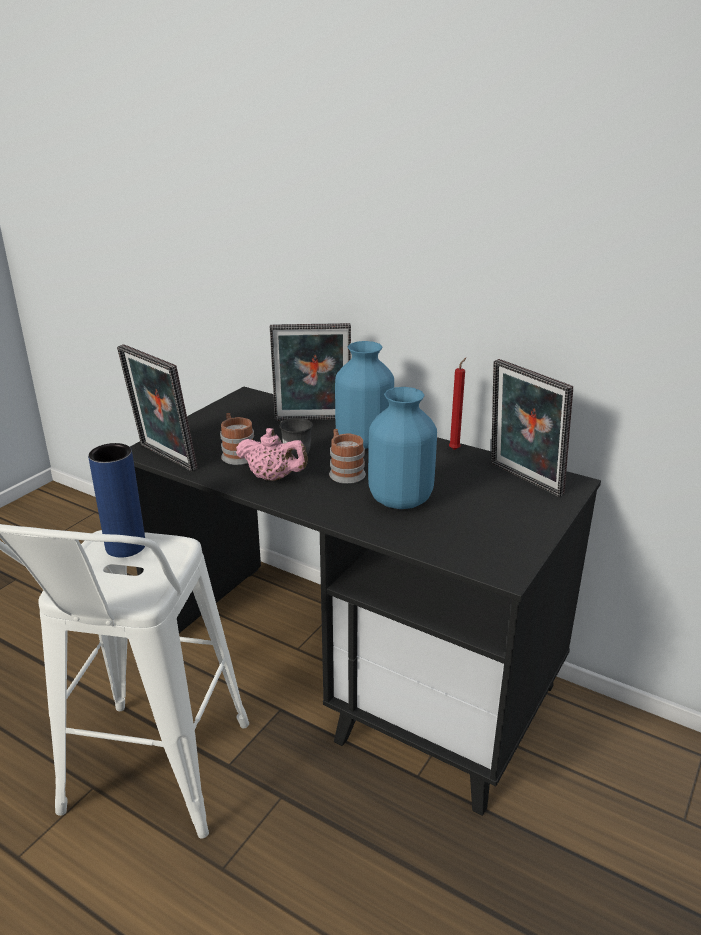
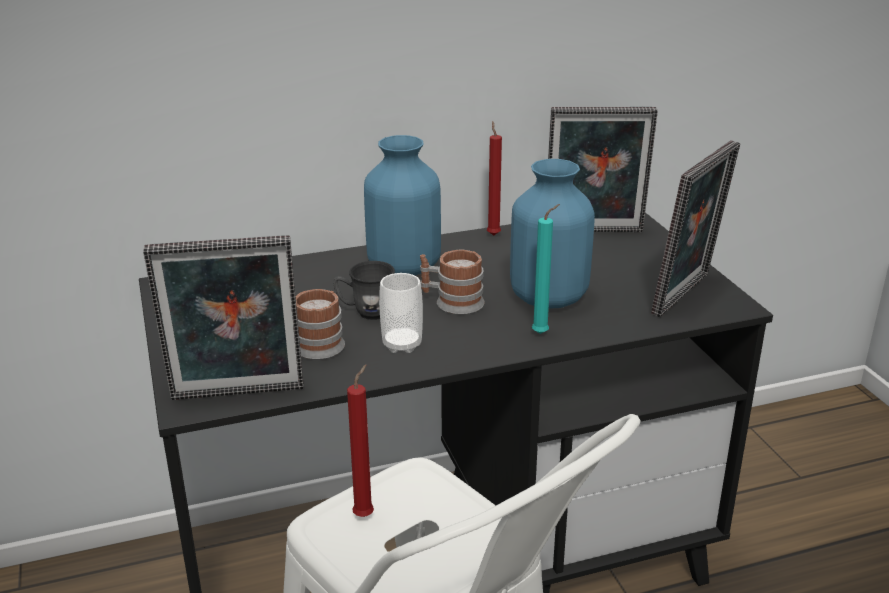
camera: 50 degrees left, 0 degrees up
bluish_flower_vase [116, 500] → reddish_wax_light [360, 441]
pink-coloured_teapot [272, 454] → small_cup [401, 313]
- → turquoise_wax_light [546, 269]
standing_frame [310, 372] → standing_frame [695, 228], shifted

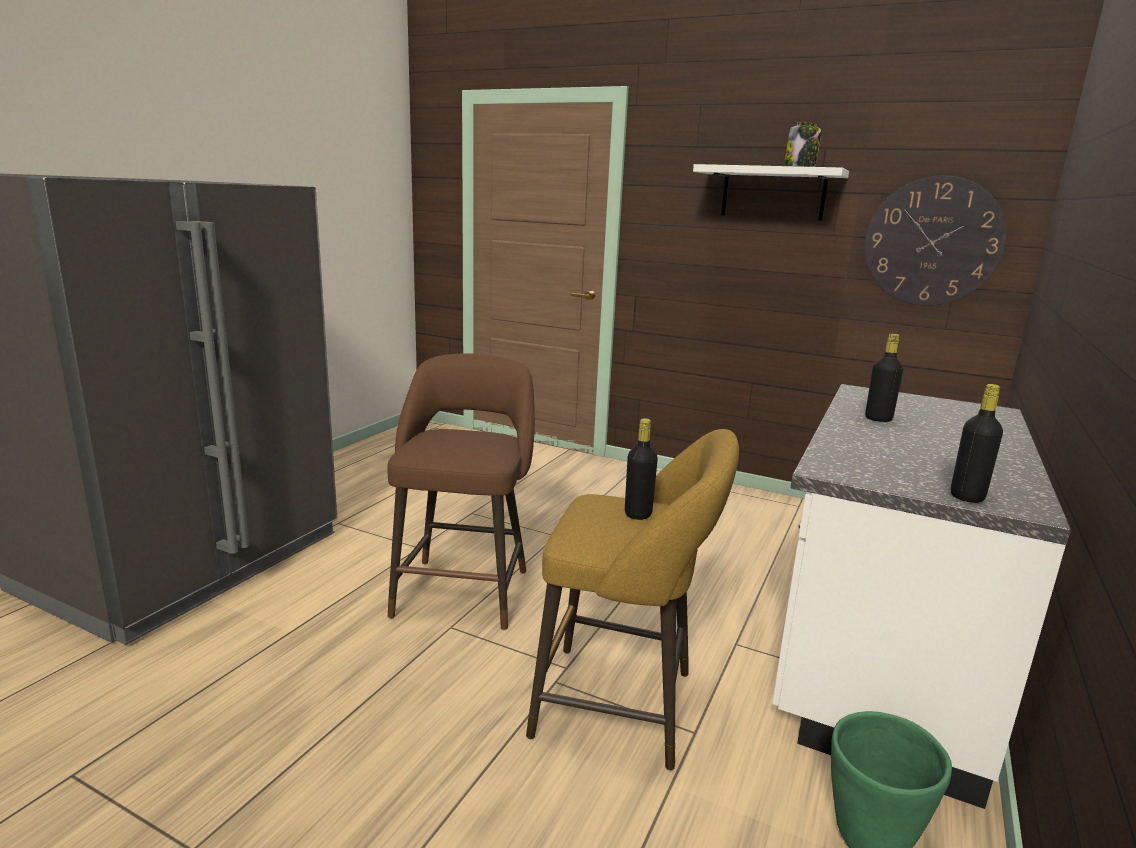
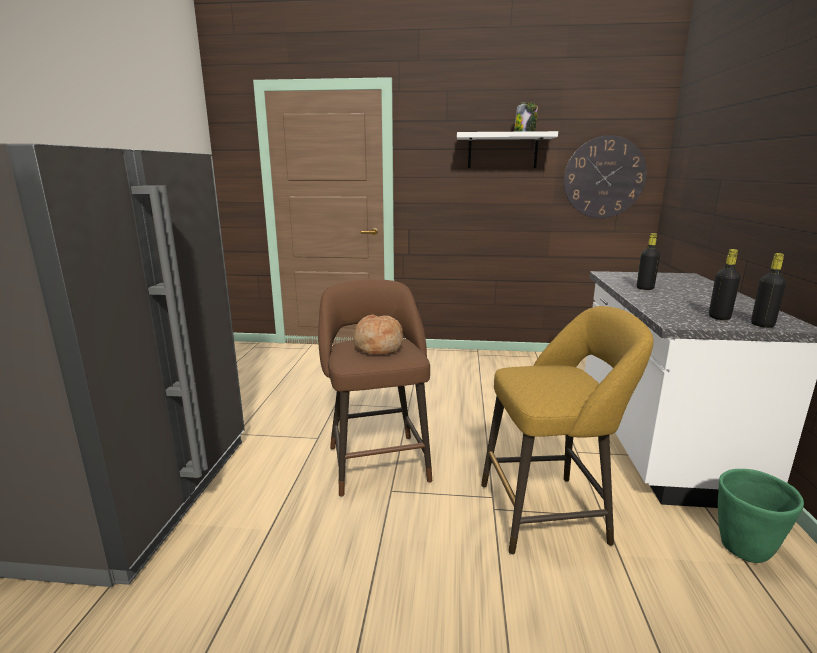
camera: 20 degrees left, 0 degrees up
- → bakery_bread [378, 334]
black-coloured_bottle [641, 469] → black-coloured_bottle [725, 284], shifted

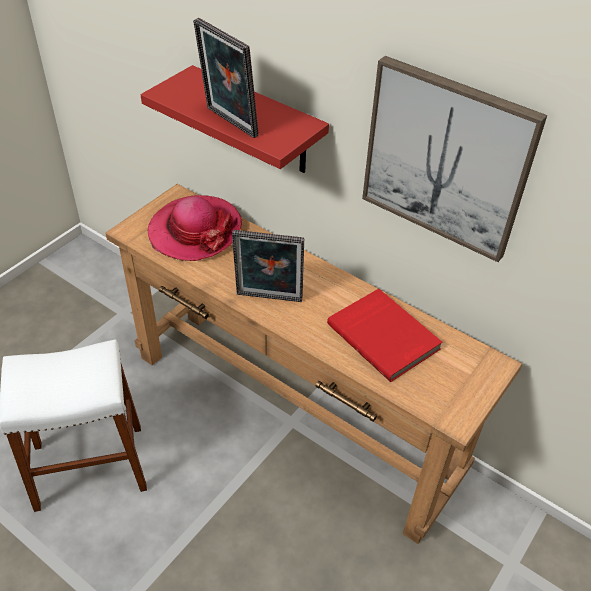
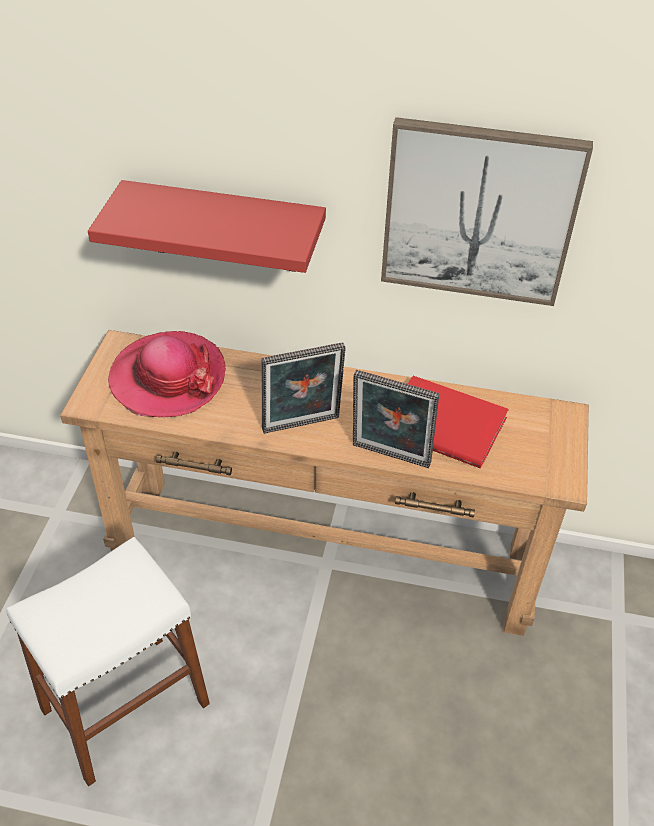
camera: 25 degrees left, 0 degrees up
standing_frame [226, 78] → standing_frame [396, 419], shifted

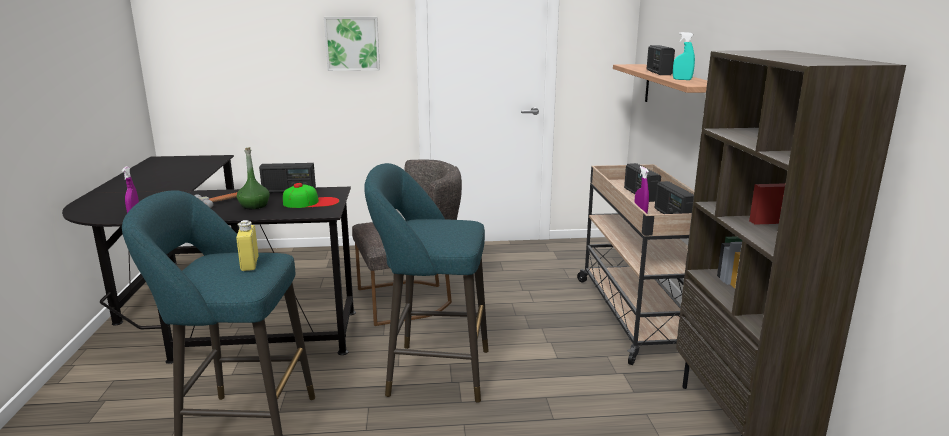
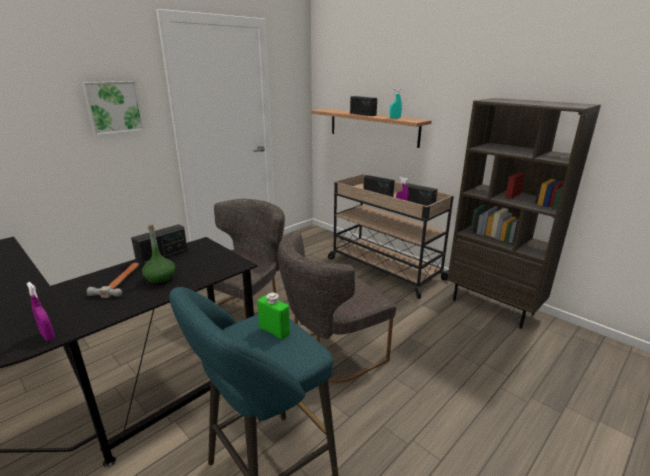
camera: 40 degrees left, 5 degrees up
yellow-coloured_bottle [247, 245] → greenish_bottle [273, 316]
turquoise_sitting_stool [426, 283] → grey_chair [337, 306]
cap [311, 195] → -

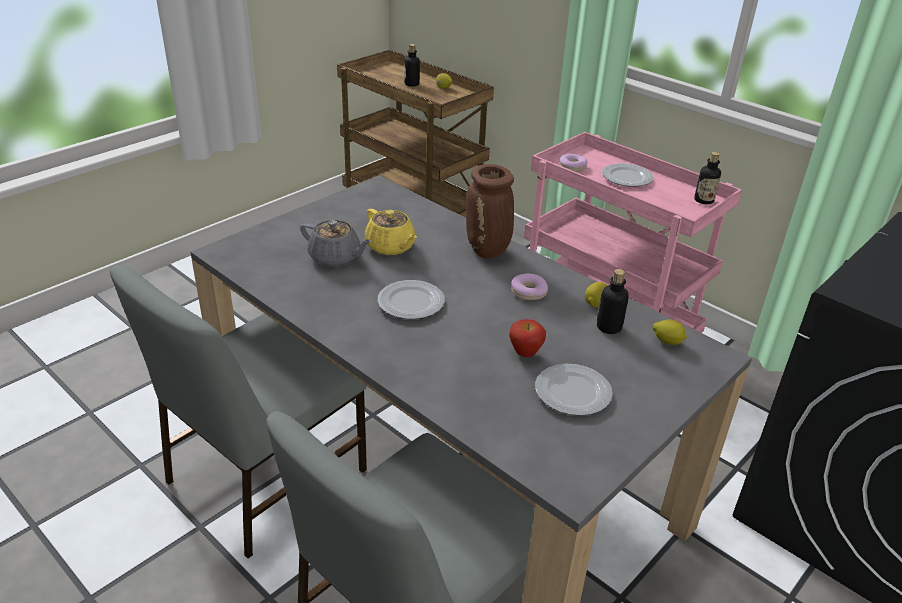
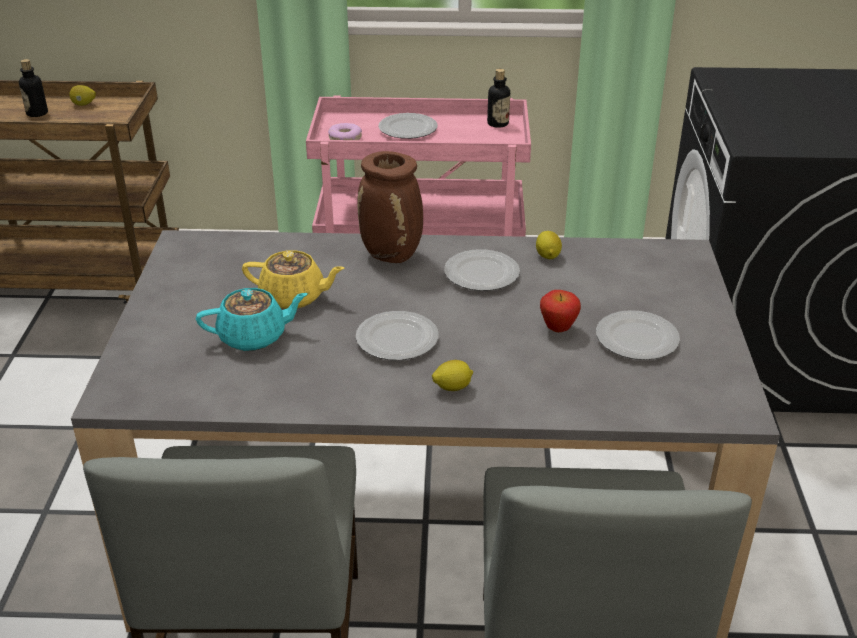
camera: 40 degrees left, 0 degrees up
grey_teapot [336, 243] → turquoise_teapot [252, 319]
citrus_fruit [670, 332] → citrus_fruit [452, 375], shifted
donut [529, 286] → plate [482, 270]
bottle [613, 301] → -

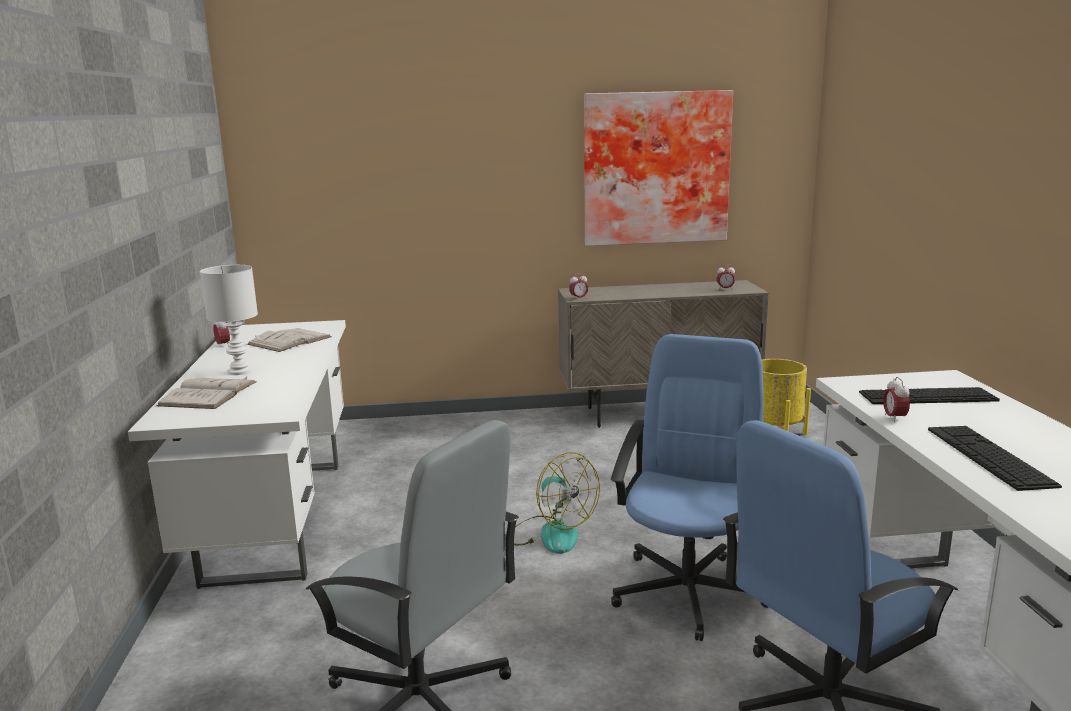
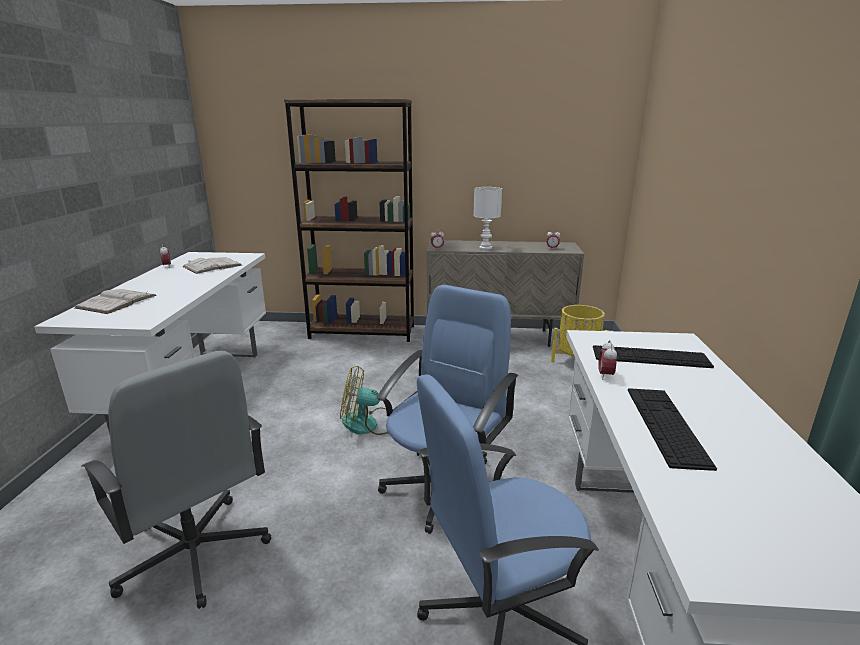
camera: 10 degrees right, 5 degrees up
- → brown_shelving_unit [349, 220]
electric_fan [557, 503] → electric_fan [364, 400], 120 degrees clockwise
white_table_lamp [229, 320] → white_table_lamp [487, 218], shifted
wall_art [658, 168] → -

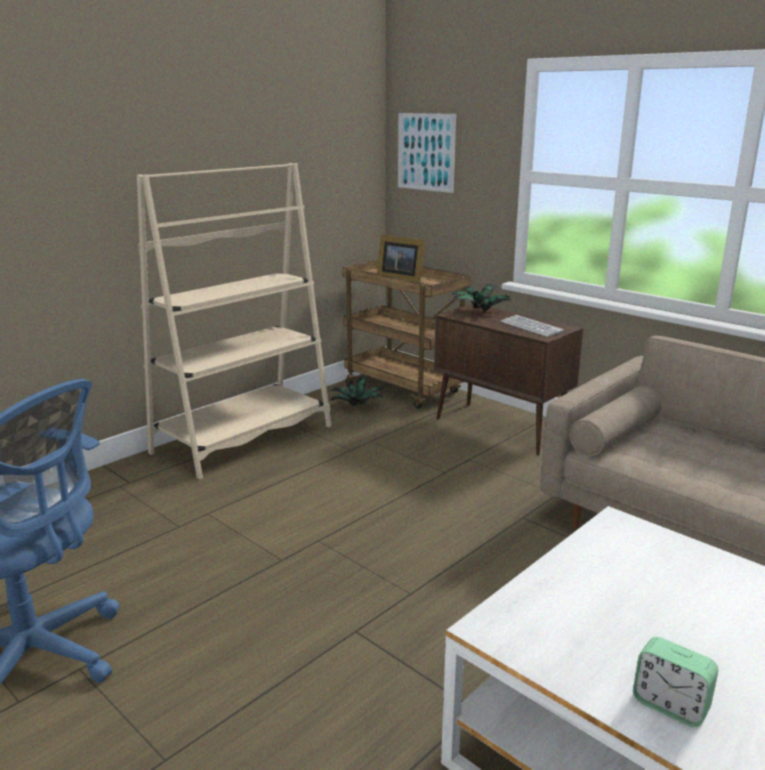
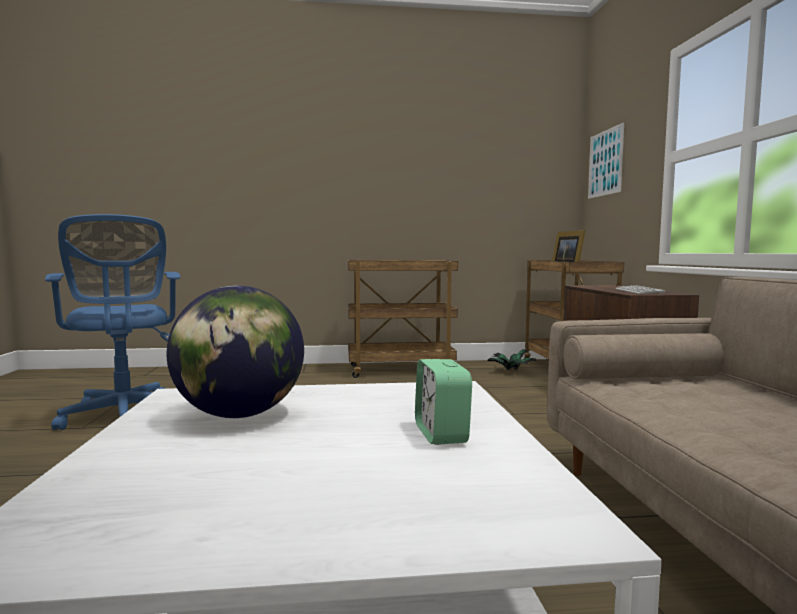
camera: 40 degrees right, 15 degrees down
- → world_globe [235, 352]
sand-coloured_shelving_unit [234, 321] → brown_wheeled_cart [402, 319]
table_clock [675, 682] → table_clock [443, 402], shifted
potted_plant [482, 298] → -

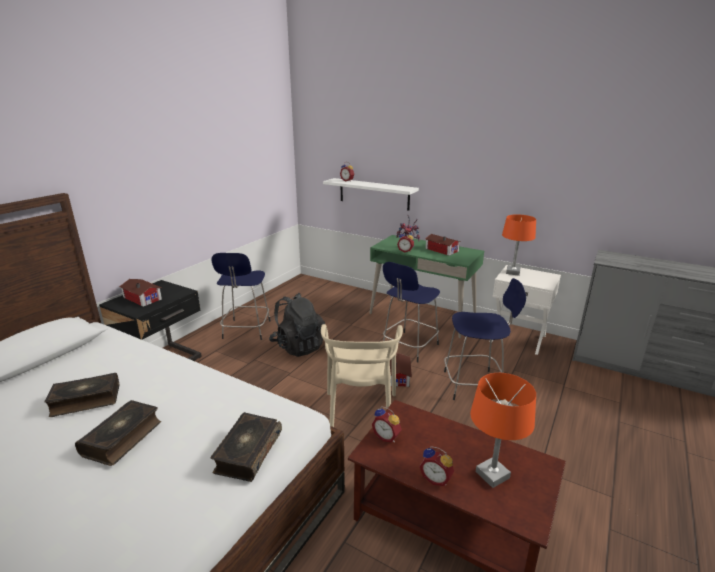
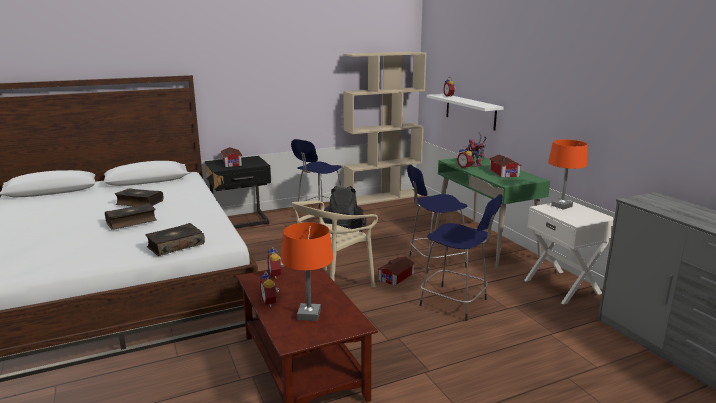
camera: 35 degrees right, 5 degrees down
- → sand-coloured_shelving_unit [385, 129]

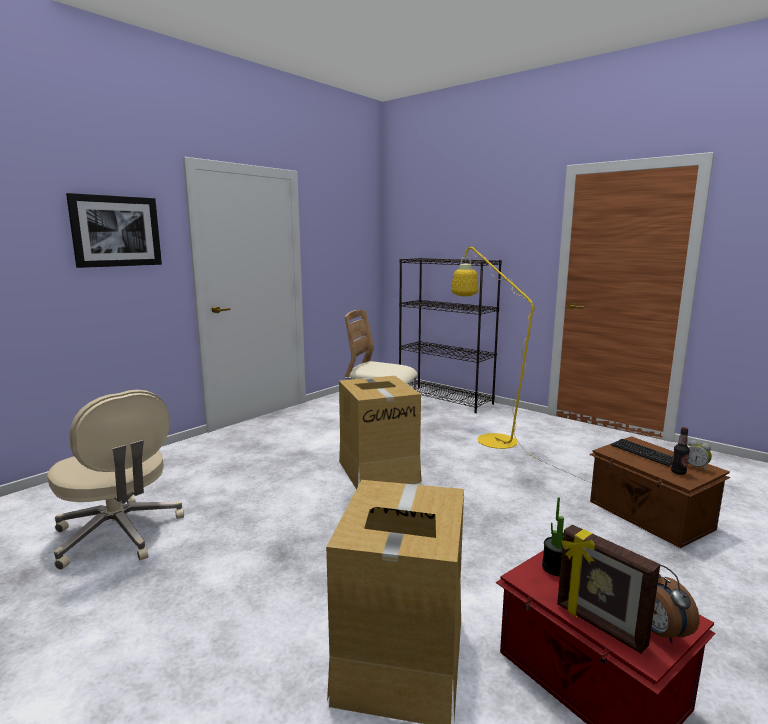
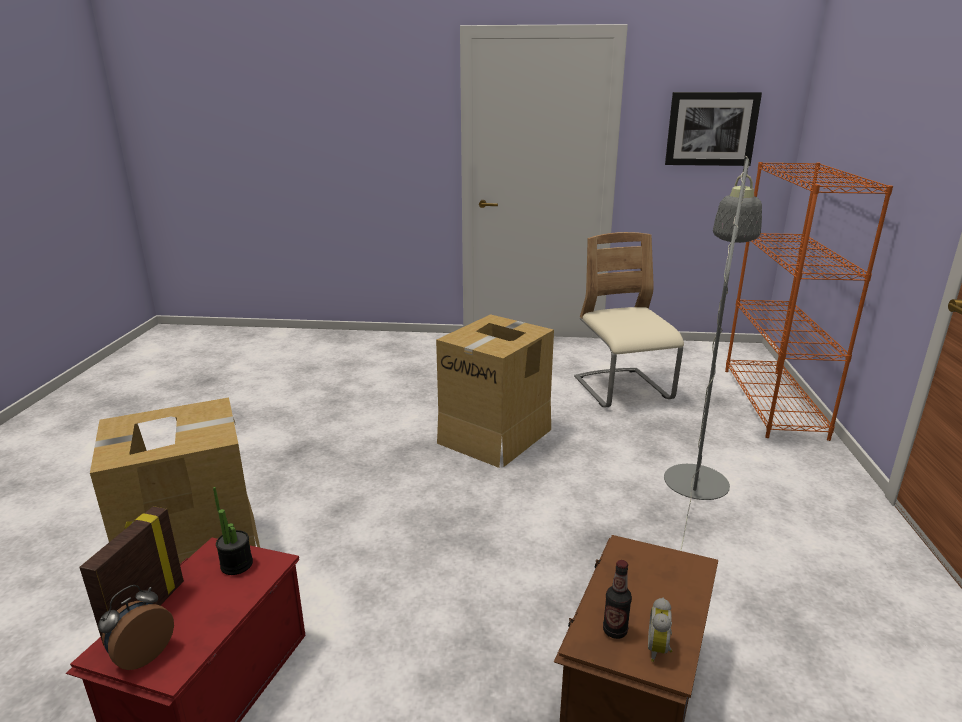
camera: 55 degrees right, 10 degrees up
yellow-coloured_standard_lamp [521, 364] → grey_standard_lamp [713, 353]
wall_art [114, 230] → wall_art [713, 129], shifted
black-coloured_shelving_unit [450, 335] → orange-coloured_shelving_unit [809, 301]
sand-coloured_desk_chair [116, 480] → -
PC_keyboard [642, 452] → -

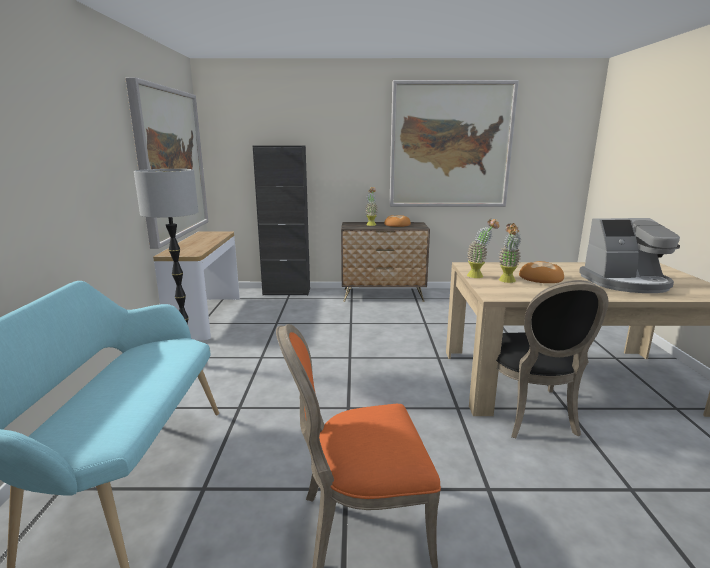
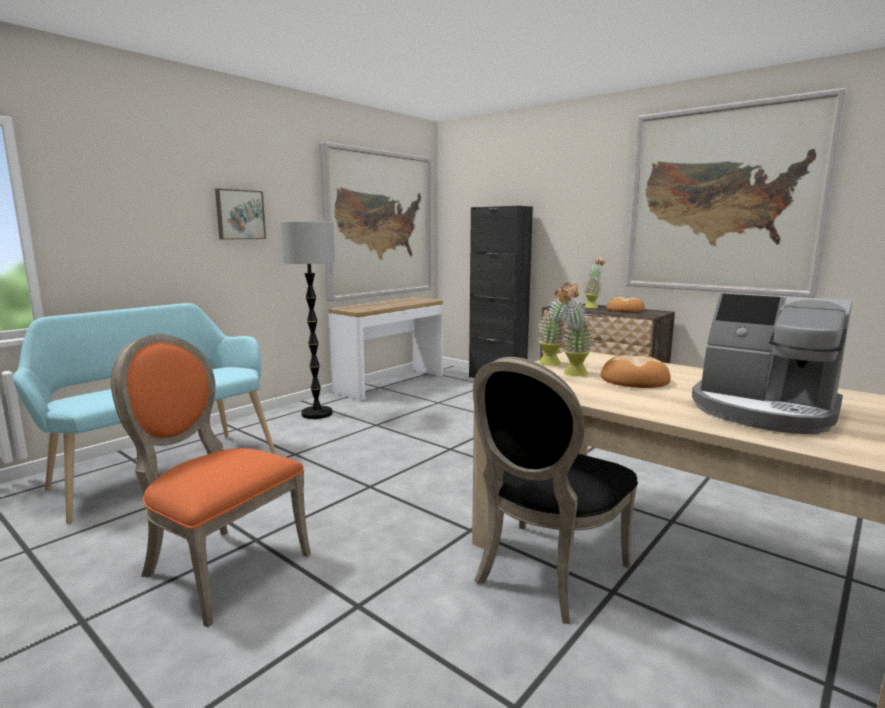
camera: 40 degrees right, 5 degrees down
- → wall_art [240, 214]

